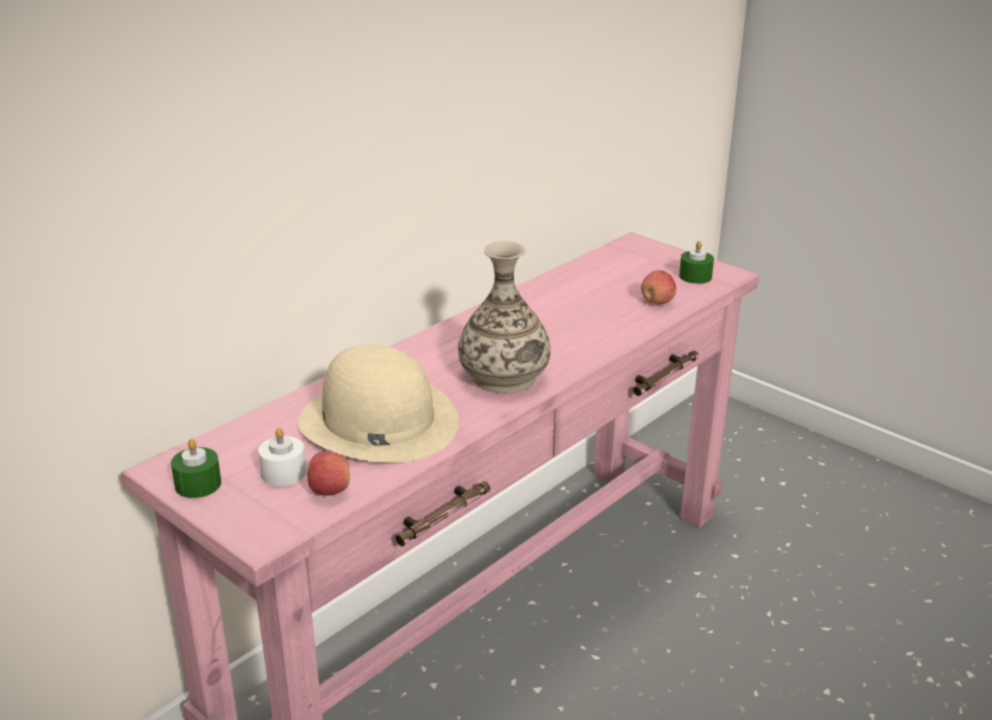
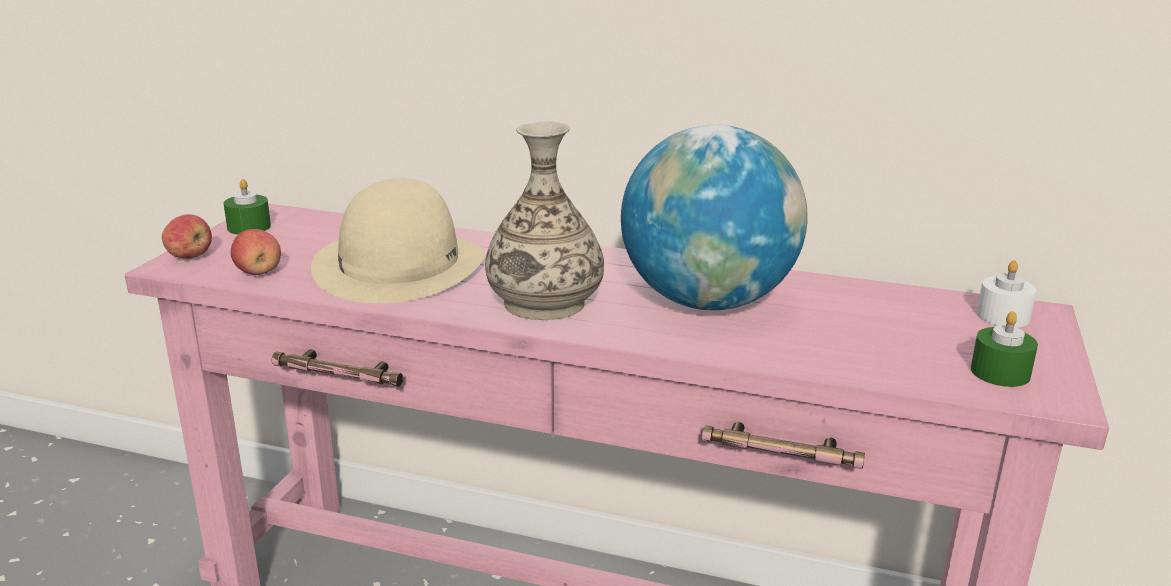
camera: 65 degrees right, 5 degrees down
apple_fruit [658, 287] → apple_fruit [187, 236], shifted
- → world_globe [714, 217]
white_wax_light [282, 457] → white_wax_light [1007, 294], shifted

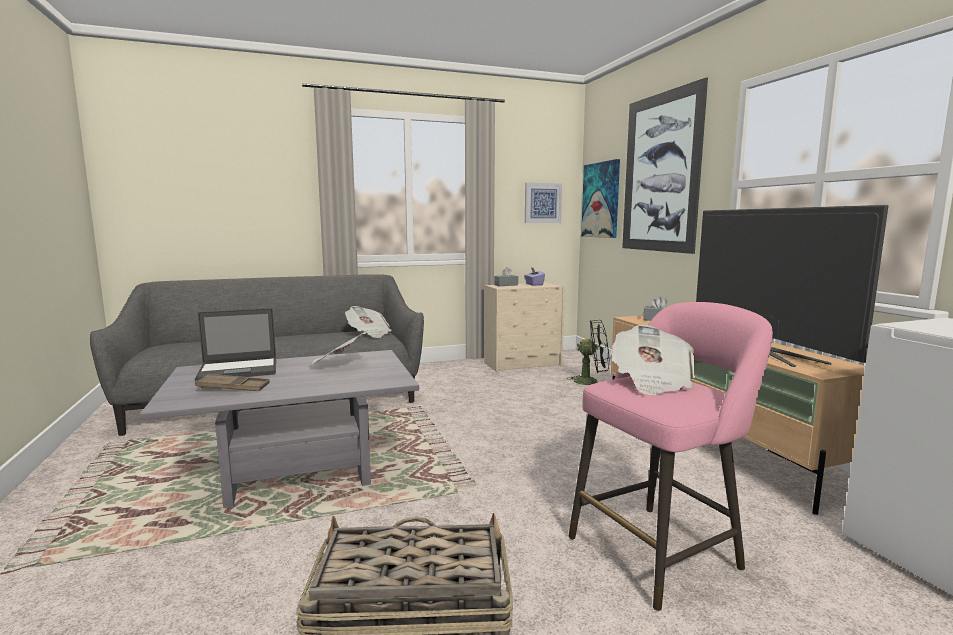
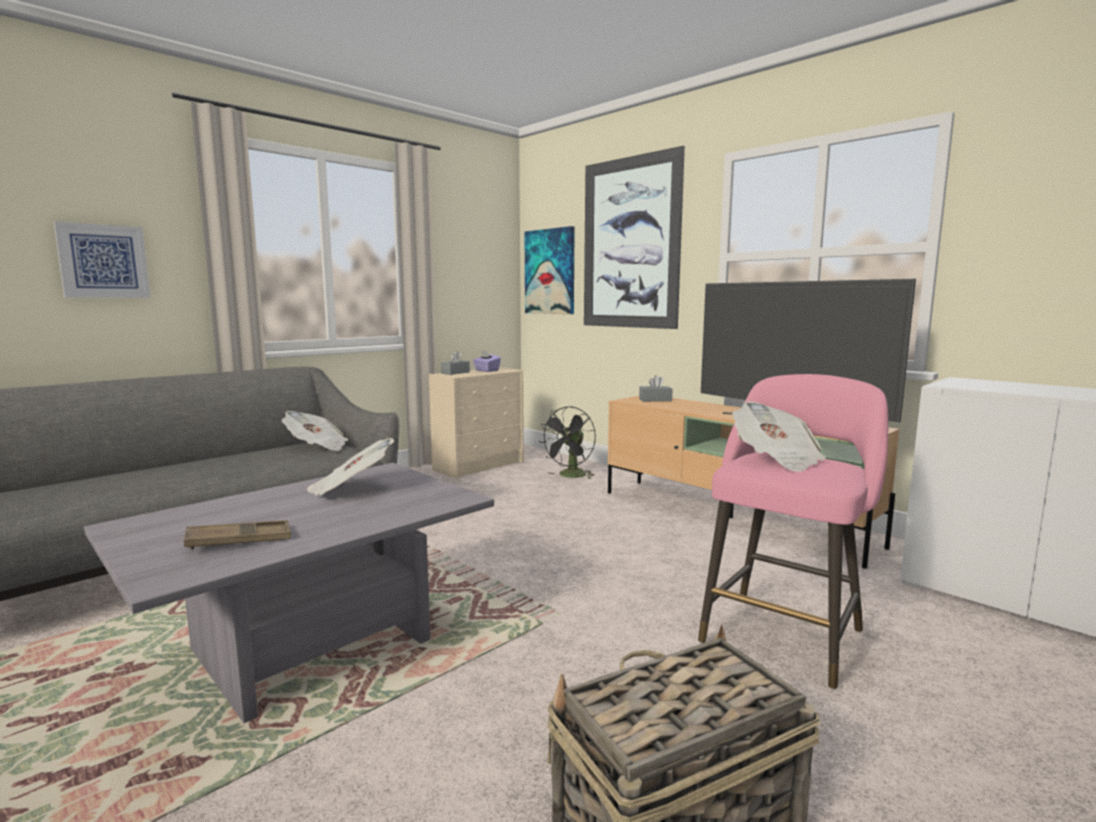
camera: 25 degrees left, 0 degrees up
wall_art [543, 203] → wall_art [102, 259], shifted
black-coloured_electric_fan [589, 352] → black-coloured_electric_fan [567, 442], 135 degrees clockwise
portable_computer [235, 344] → -

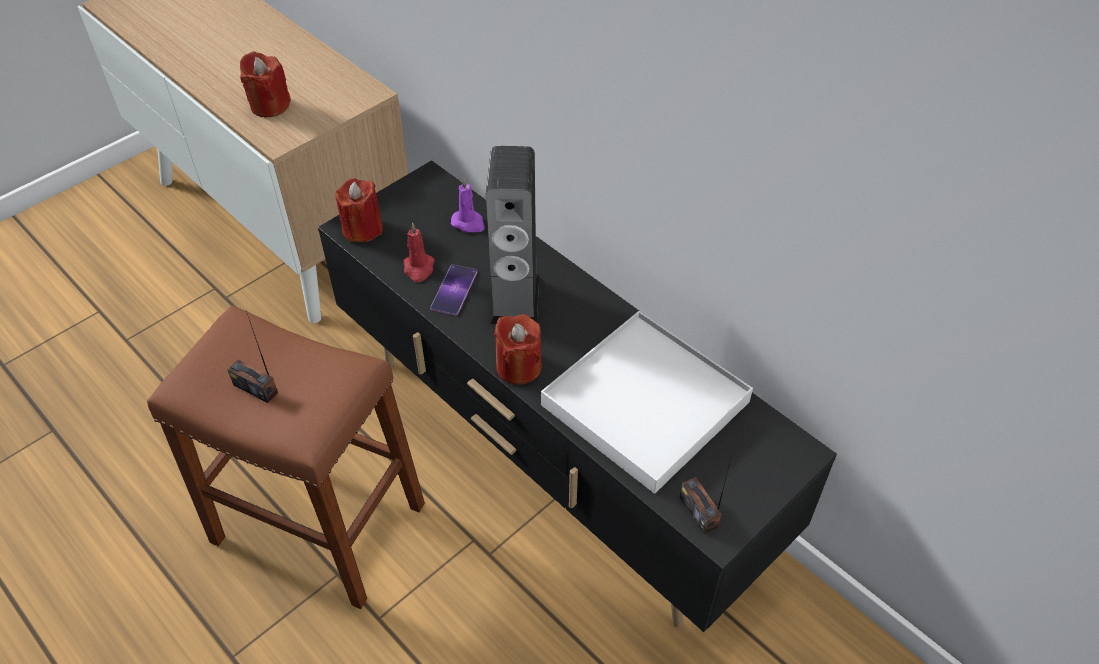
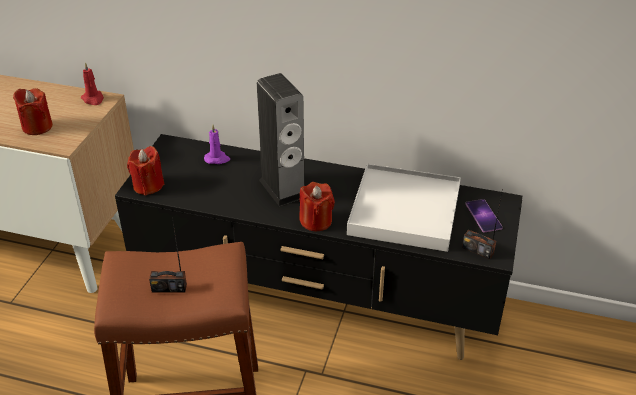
camera: 30 degrees left, 10 degrees down
reddish_wax_light [418, 252] → reddish_wax_light [92, 83], shifted
handset [453, 289] → handset [484, 215], shifted

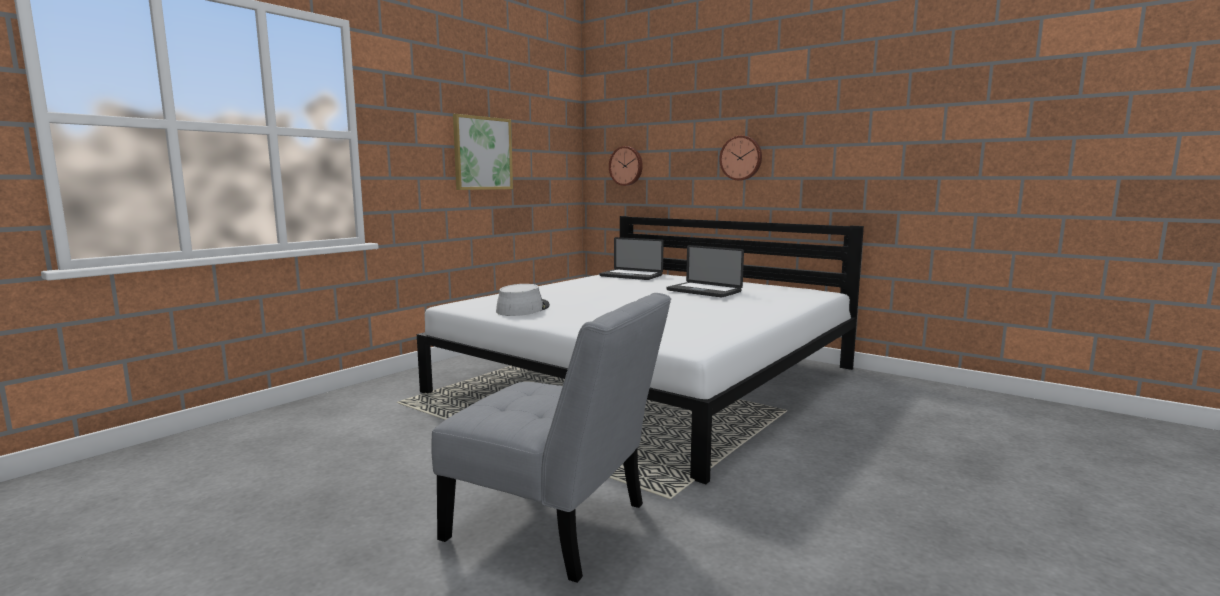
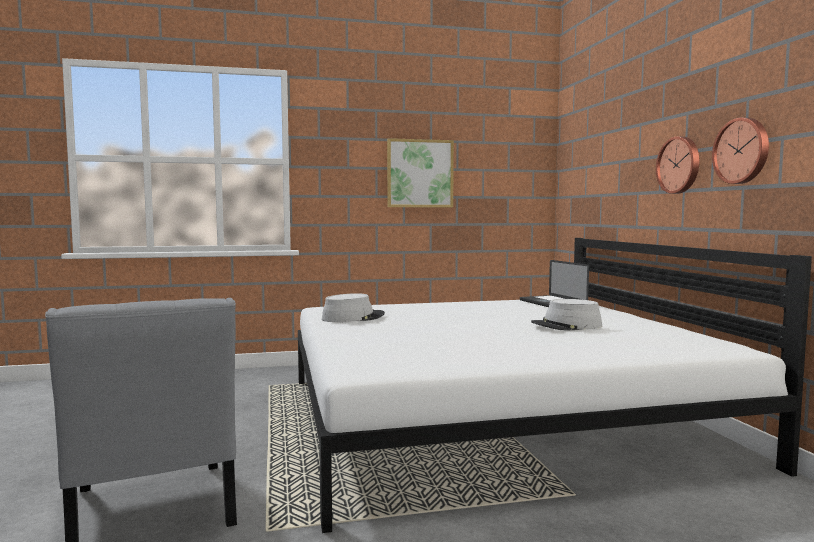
camera: 40 degrees right, 5 degrees down
portable_computer [705, 271] → grey_clothing_hat [566, 314]
wall_clock [626, 166] → wall_clock [740, 151], shifted

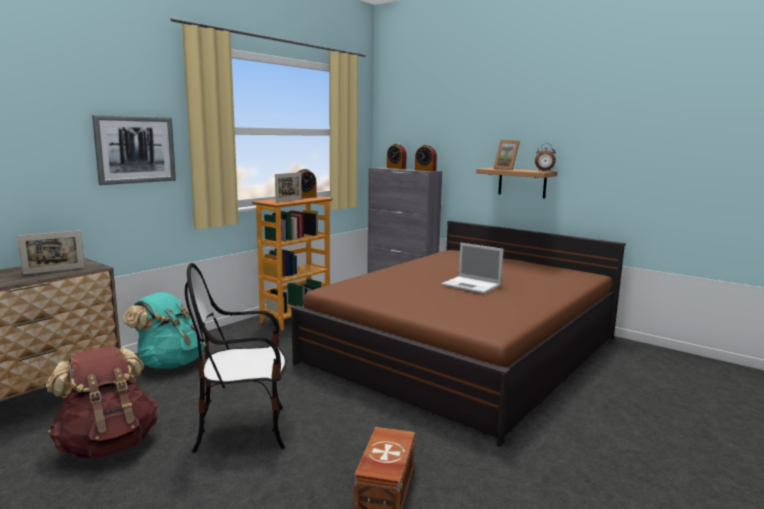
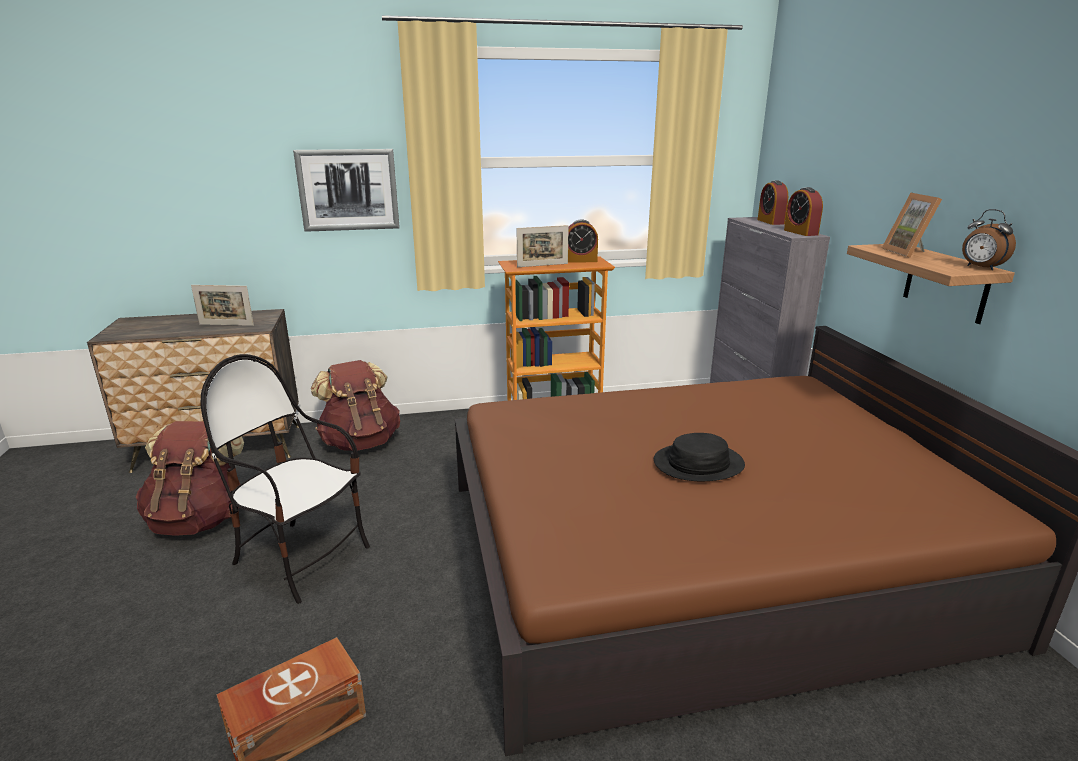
camera: 40 degrees right, 10 degrees up
turquoise_backpack [163, 330] → brown_backpack [355, 405]
portable_computer [472, 268] → black-coloured_clothing_hat [699, 457]

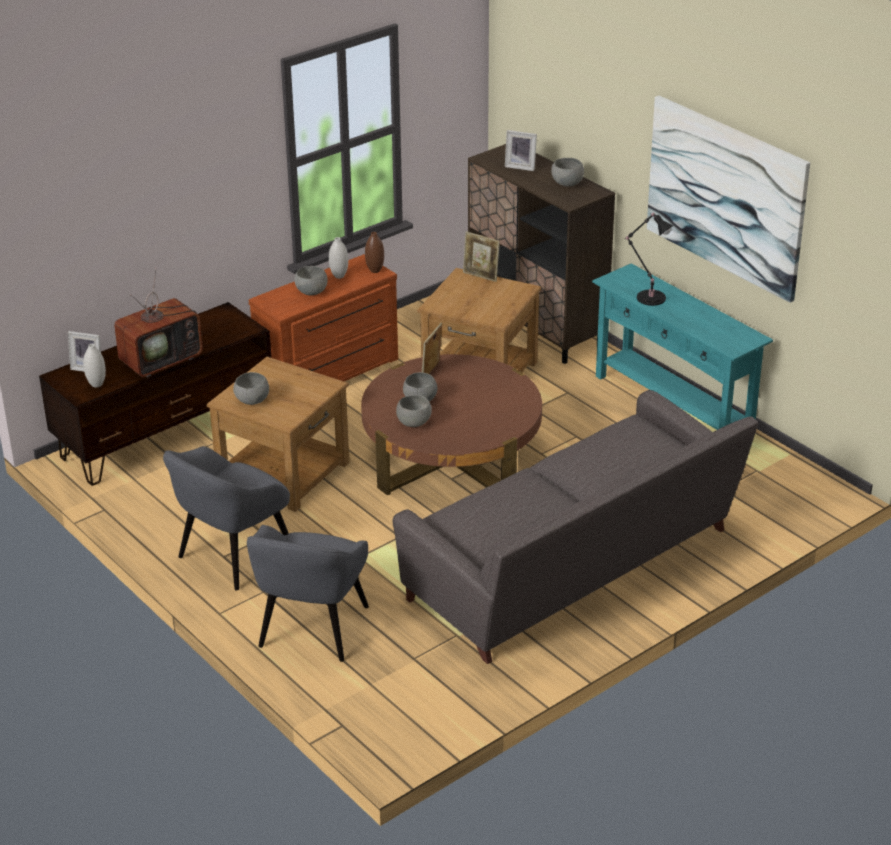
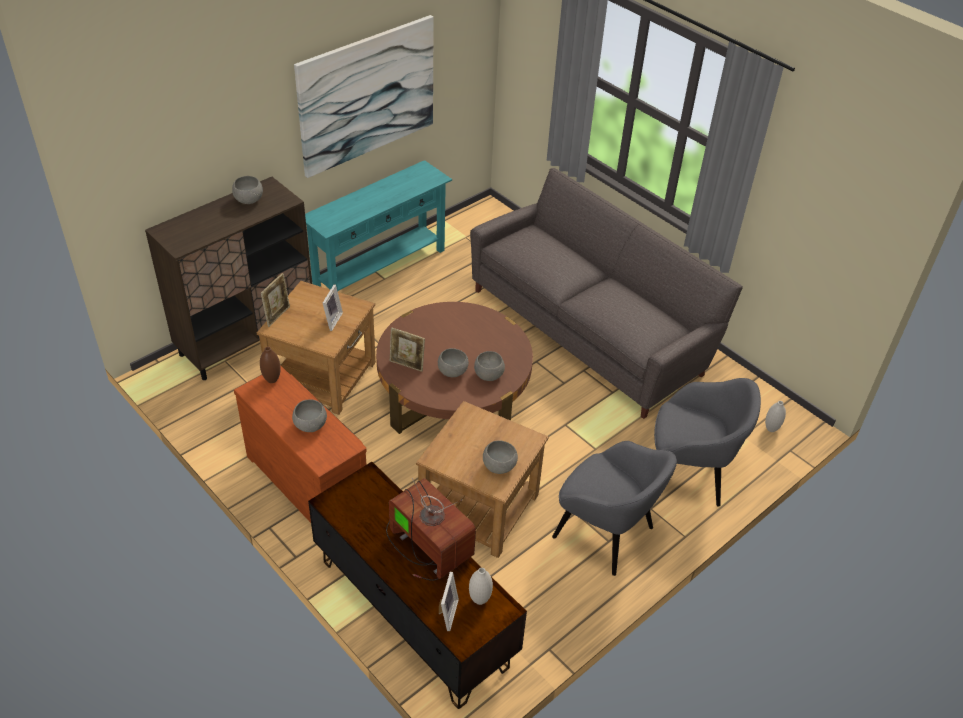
camera: 95 degrees left, 10 degrees up
standing_frame [521, 150] → standing_frame [333, 308], shifted
white_flower_vase [338, 258] → white_flower_vase [775, 416], shifted
black-coloured_table_lamp [648, 259] → -

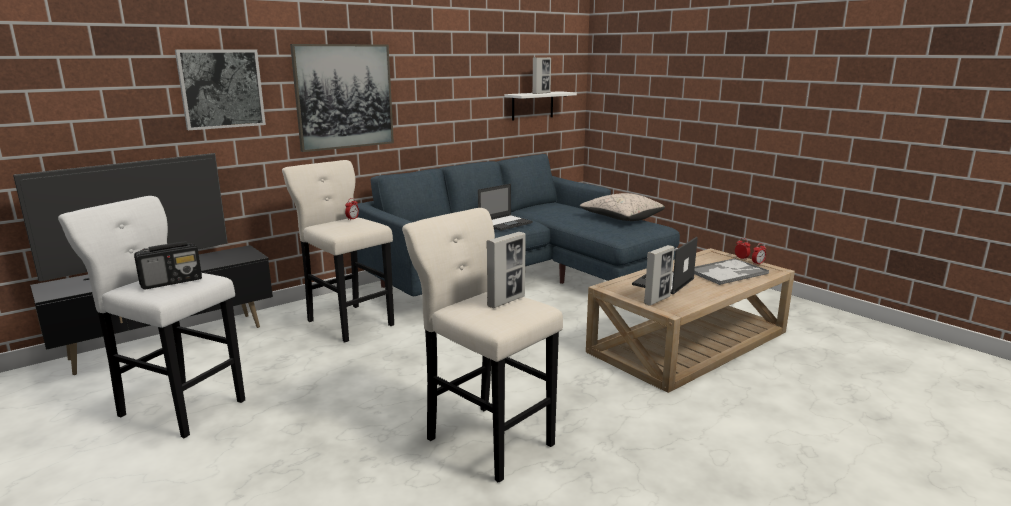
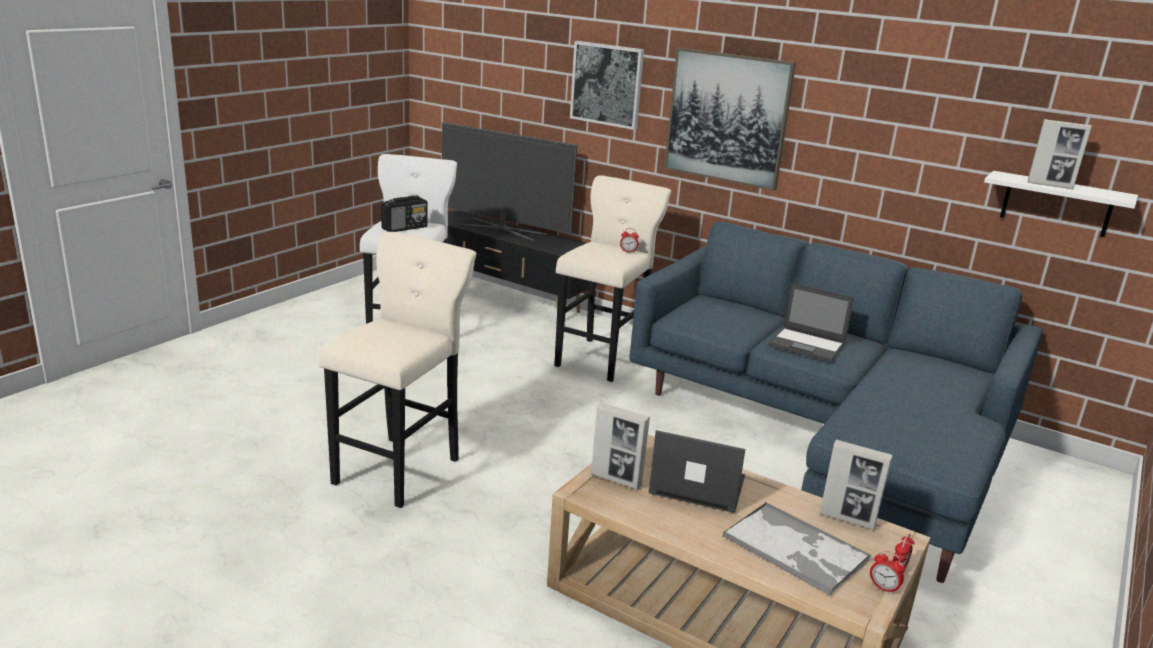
camera: 70 degrees right, 5 degrees up
radio [168, 265] → radio [404, 214], 75 degrees counterclockwise
standing_frame [506, 270] → standing_frame [856, 484], shifted
sand-coloured_throw_pillow [622, 207] → -

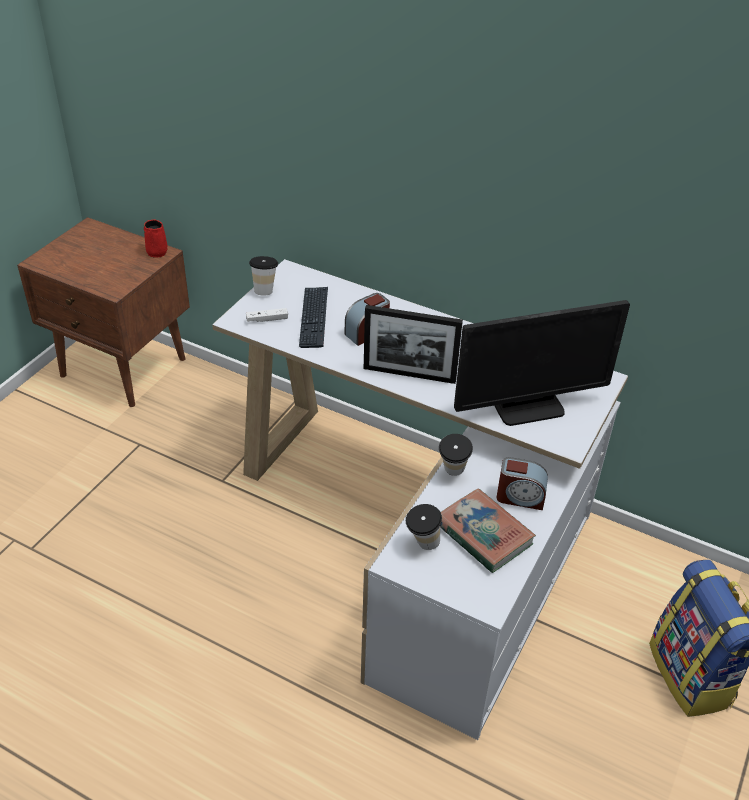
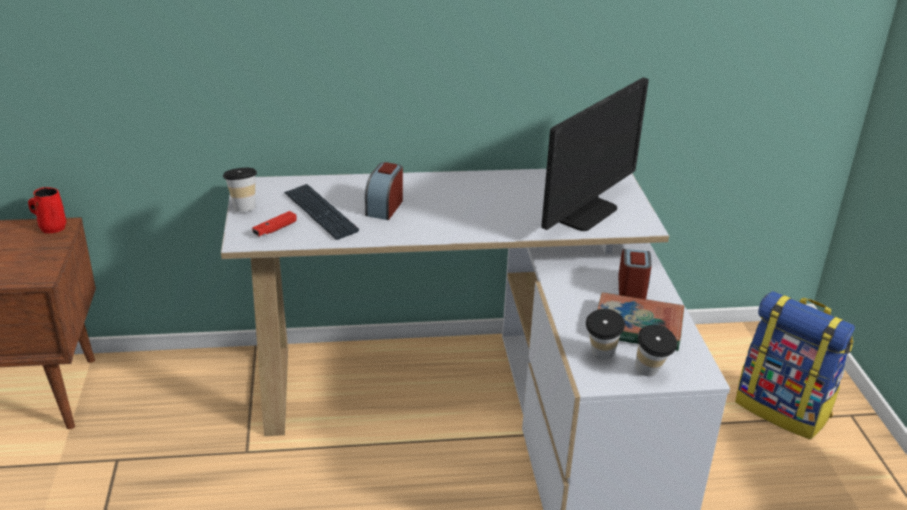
camera: 35 degrees left, 10 degrees down
white_game_controller [267, 315] → reddish_game_controller [274, 223]
table_clock [522, 483] → table_clock [635, 274], 60 degrees counterclockwise
small_cup [456, 455] → small_cup [656, 350], shifted
standing_frame [413, 344] → -

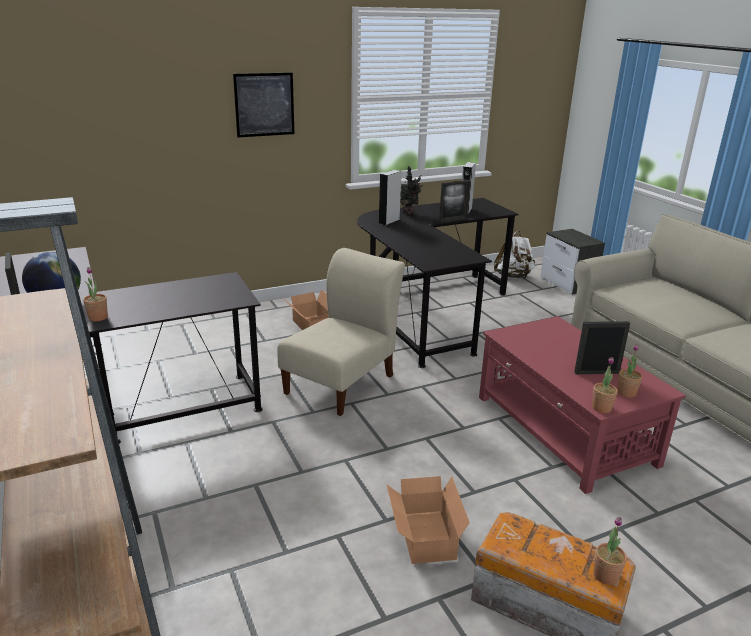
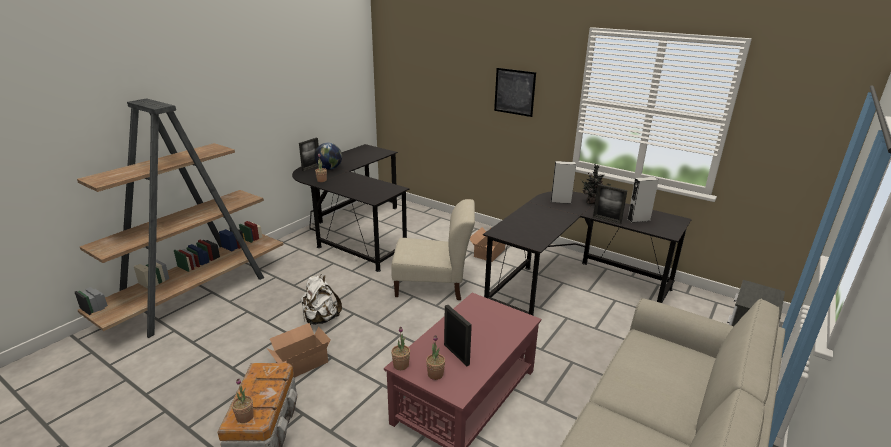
camera: 60 degrees right, 0 degrees up
white_backpack [514, 255] → white_backpack [321, 299], shifted

